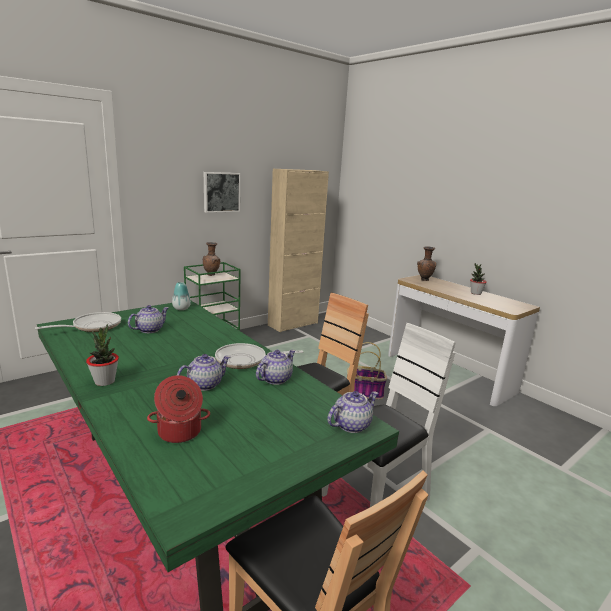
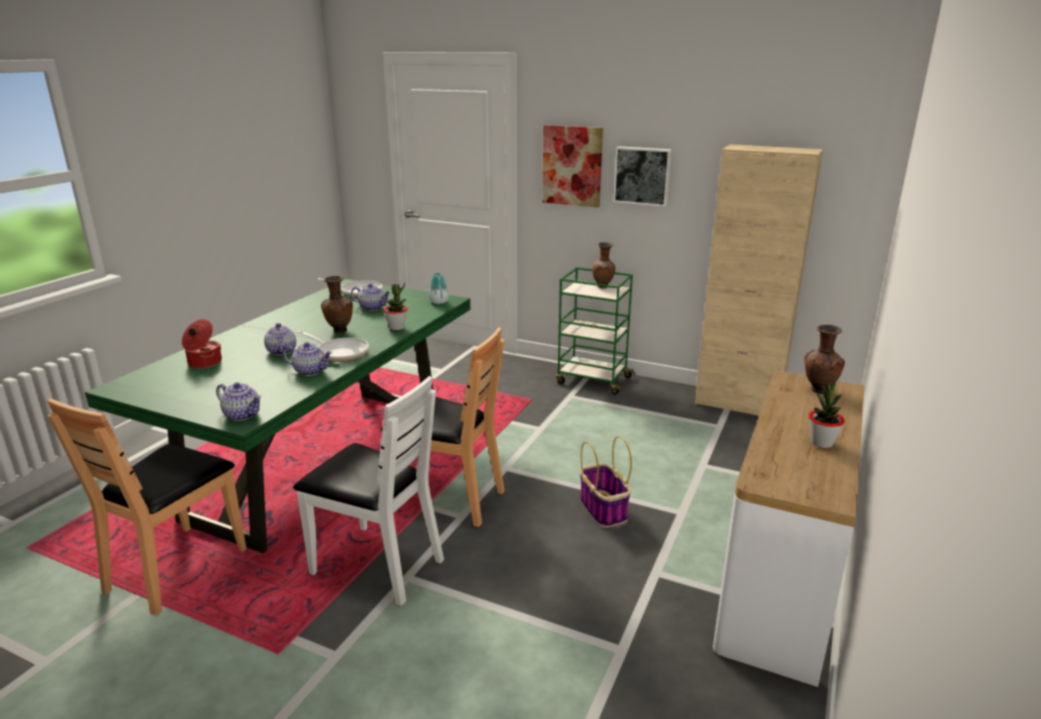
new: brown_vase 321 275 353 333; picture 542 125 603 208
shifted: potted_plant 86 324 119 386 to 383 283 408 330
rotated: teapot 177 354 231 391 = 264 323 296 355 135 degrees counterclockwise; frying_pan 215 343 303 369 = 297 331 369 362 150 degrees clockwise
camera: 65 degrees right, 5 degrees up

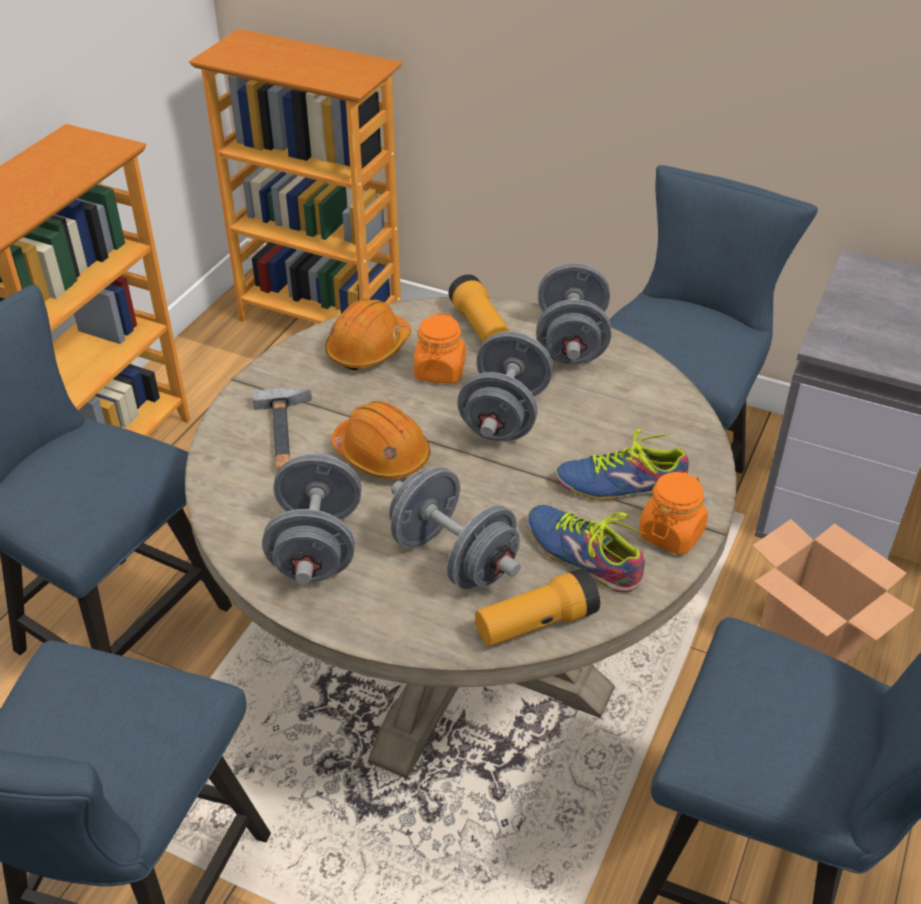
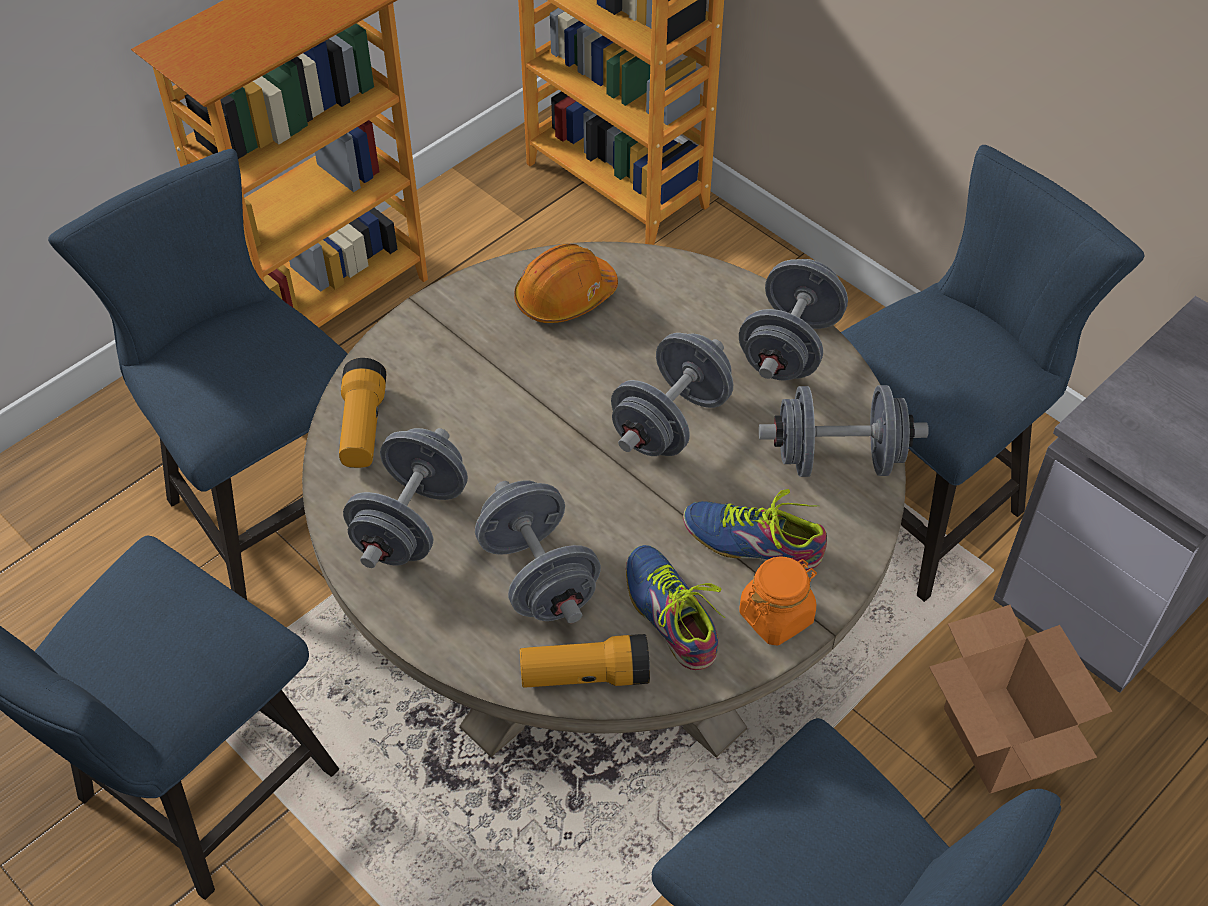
gone: hammer 252 388 312 471; orange_hard_hat 331 401 431 479; orange_jar 414 313 466 384
new: grey_dumbbell 759 385 929 477
shifted: flashlight 448 274 510 342 to 339 358 386 468
camera: 20 degrees right, 10 degrees up

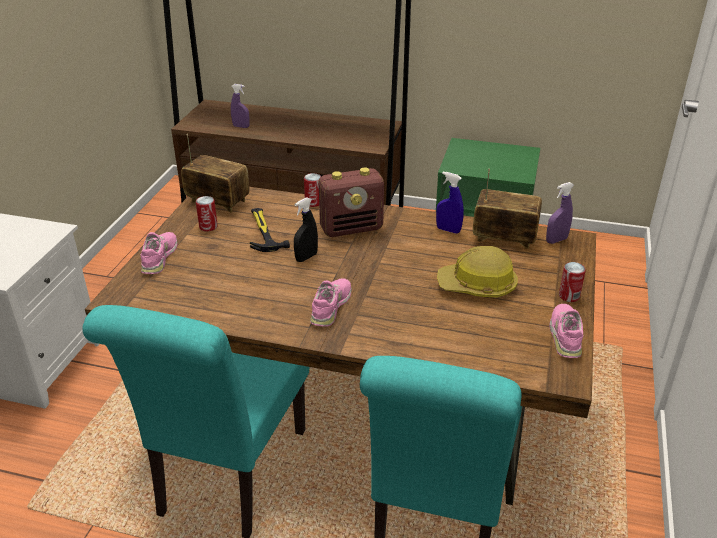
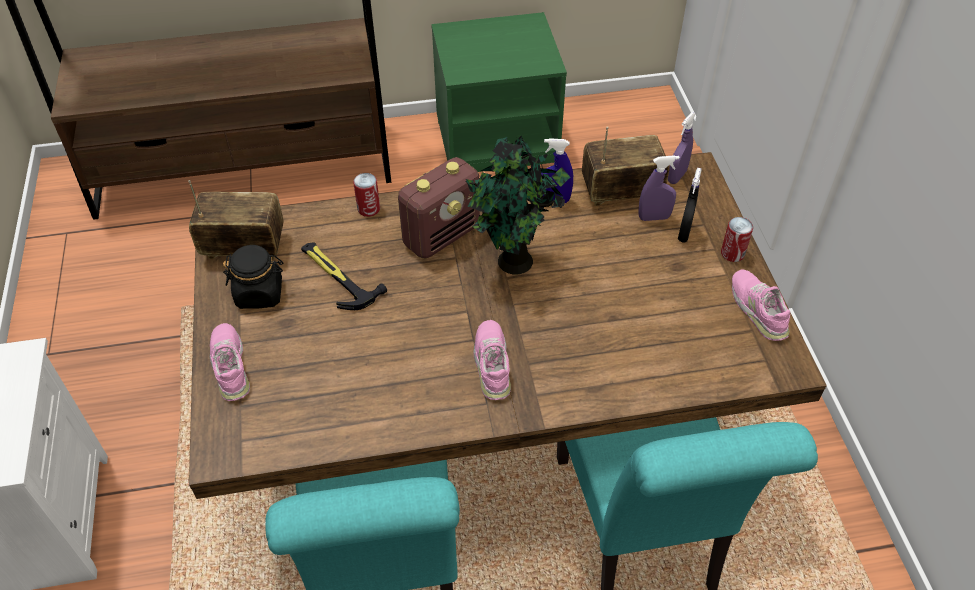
gone: hard_hat 437 246 518 297
new: potted_plant 466 135 570 274
shifted: purple_spray_bottle 231 84 250 128 to 639 155 680 221; black_spray_bottle 294 197 318 262 to 678 168 702 242
swapped: can 196 196 217 231 to black_jar 223 245 283 309
camera: 25 degrees left, 15 degrees up

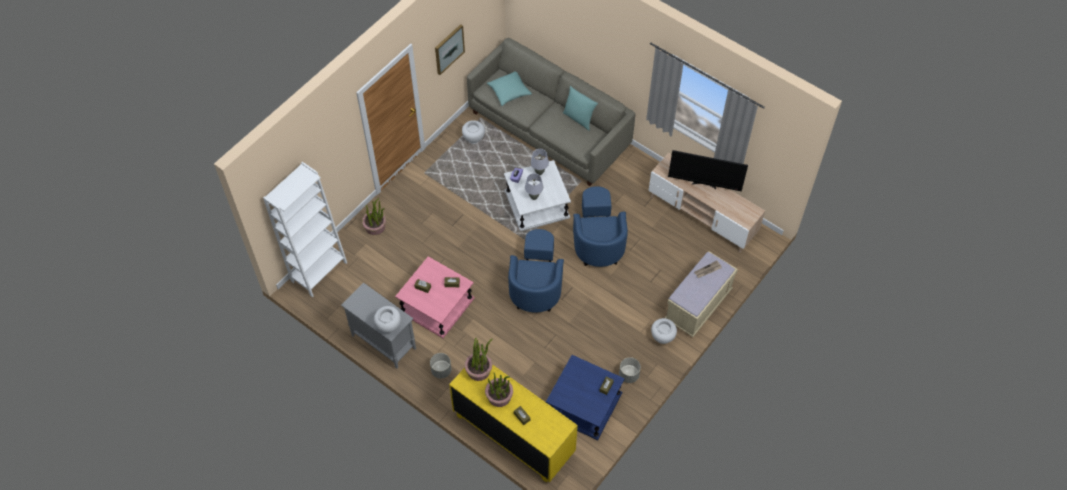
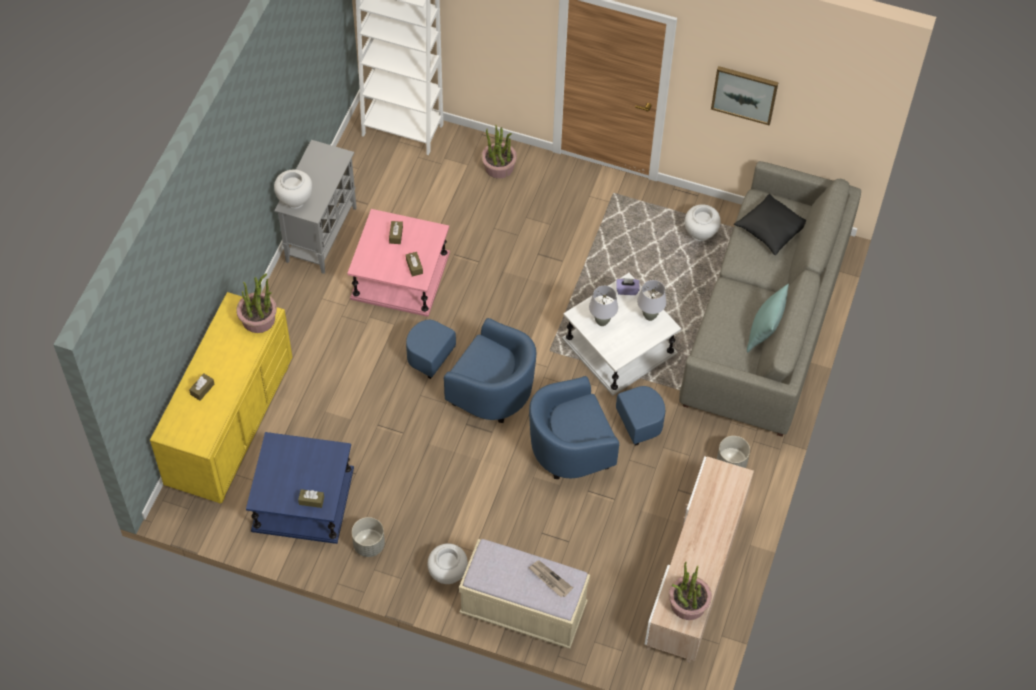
gone: television 668 150 748 192
shifted: grey_planter 430 353 451 379 to 717 436 750 468; potted_plant 485 372 513 407 to 669 562 712 620
repainted: turquoise_pillow 487 71 532 106 to black_pillow 734 194 806 255
rotated: blue_armchair 508 229 564 313 = 406 318 536 423 135 degrees counterclockwise
camera: 70 degrees right, 0 degrees up

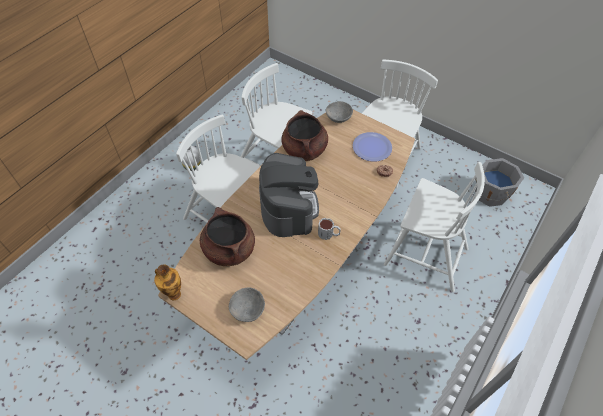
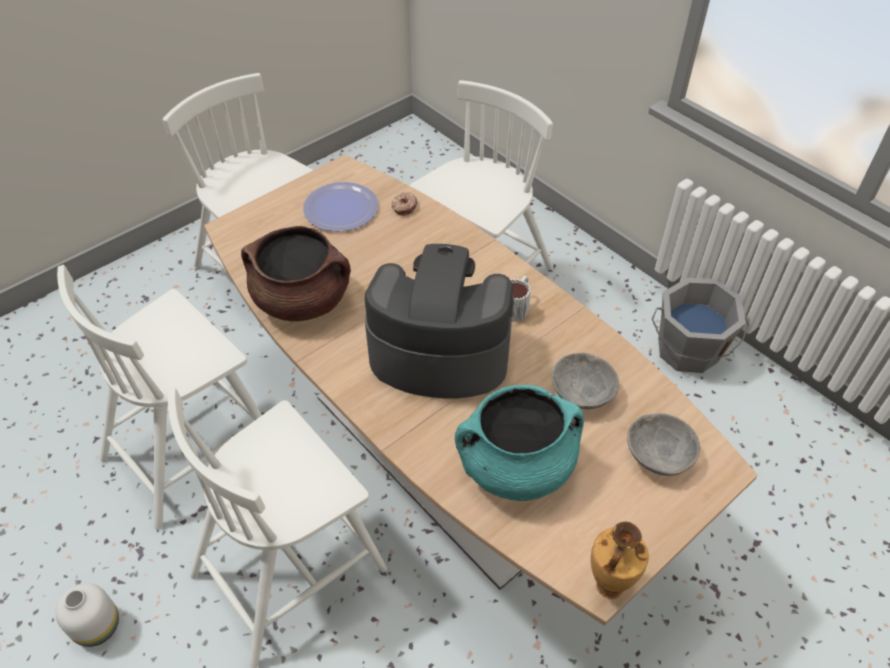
shifted: grey_bowl 326 101 353 123 to 552 353 619 409; grey_bucket 475 158 524 207 to 652 278 749 373
repainted: brown_cooking_pot 200 207 255 266 to turquoise_cooking_pot 455 385 584 501
camera: 75 degrees left, 5 degrees down

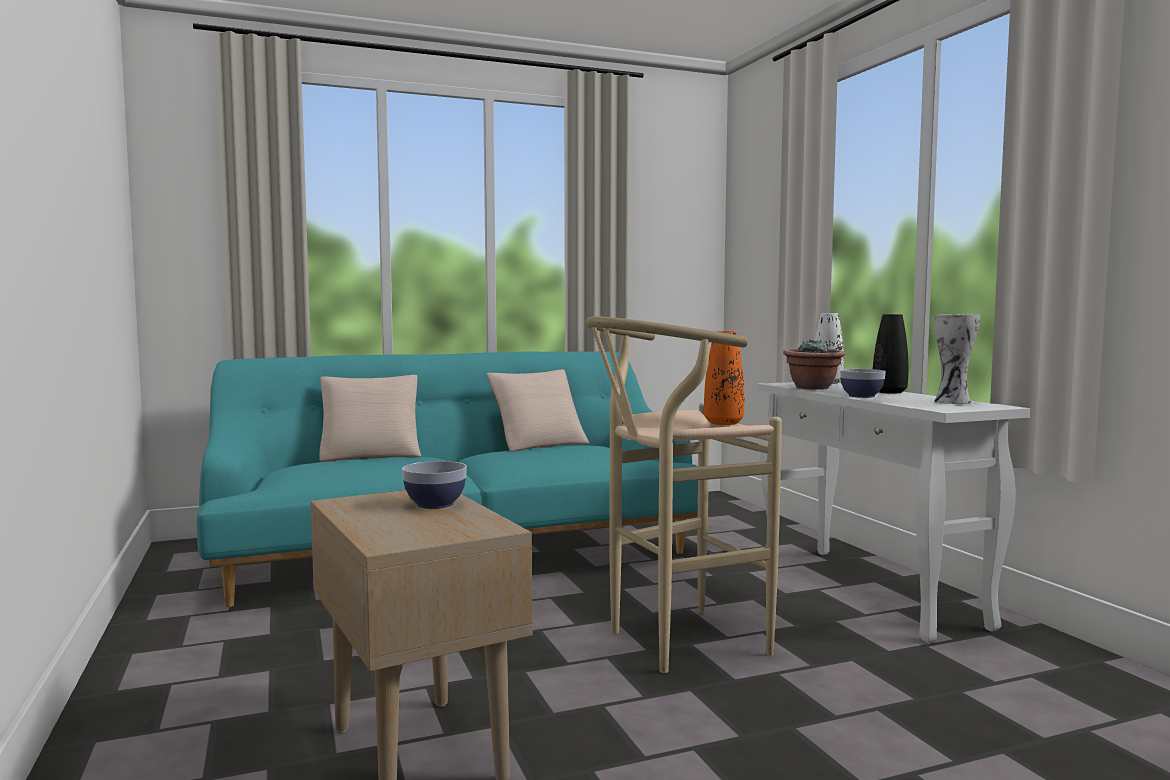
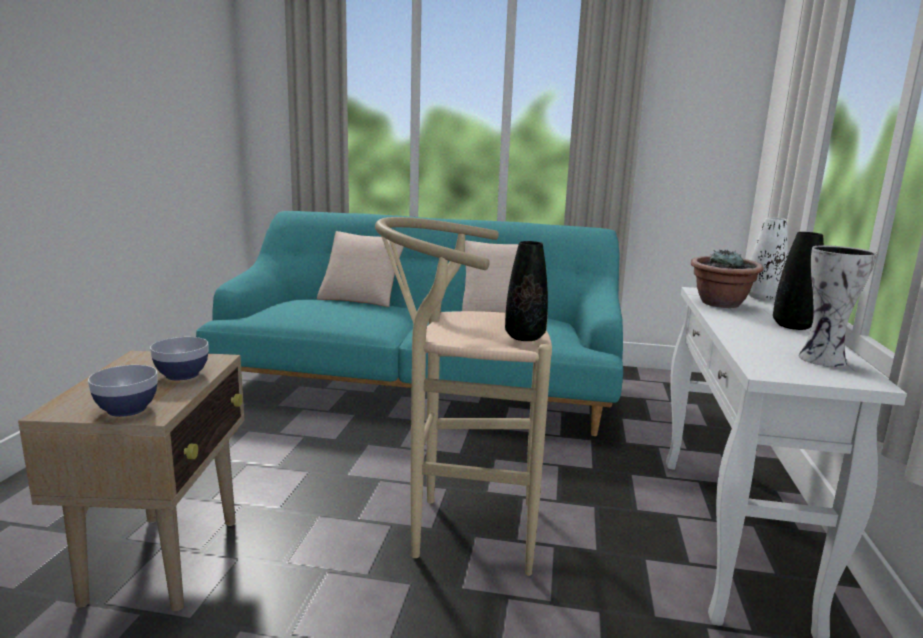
shifted: bowl 840 369 886 398 to 88 365 158 417
repainted: orange_vase 704 331 744 425 to black_vase 505 241 548 341
camera: 30 degrees right, 10 degrees up

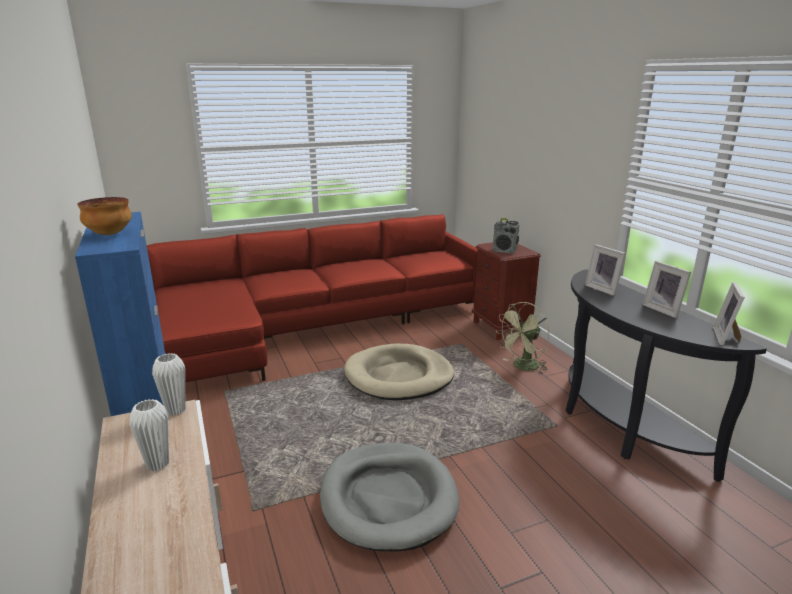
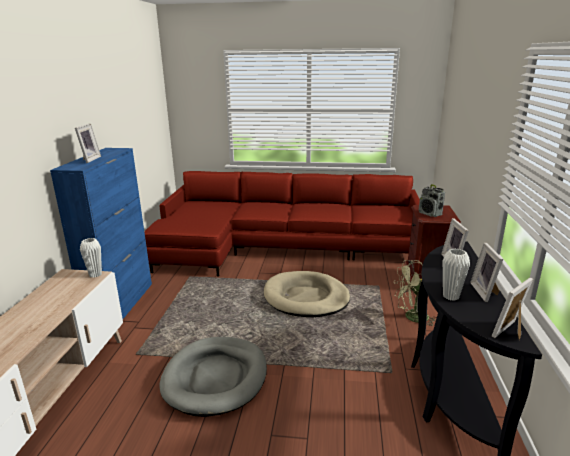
shifted: white_vase 129 399 169 471 to 443 249 470 301
swapped: bowl 77 197 132 235 to picture_frame 75 123 101 163
camera: 30 degrees right, 0 degrees up

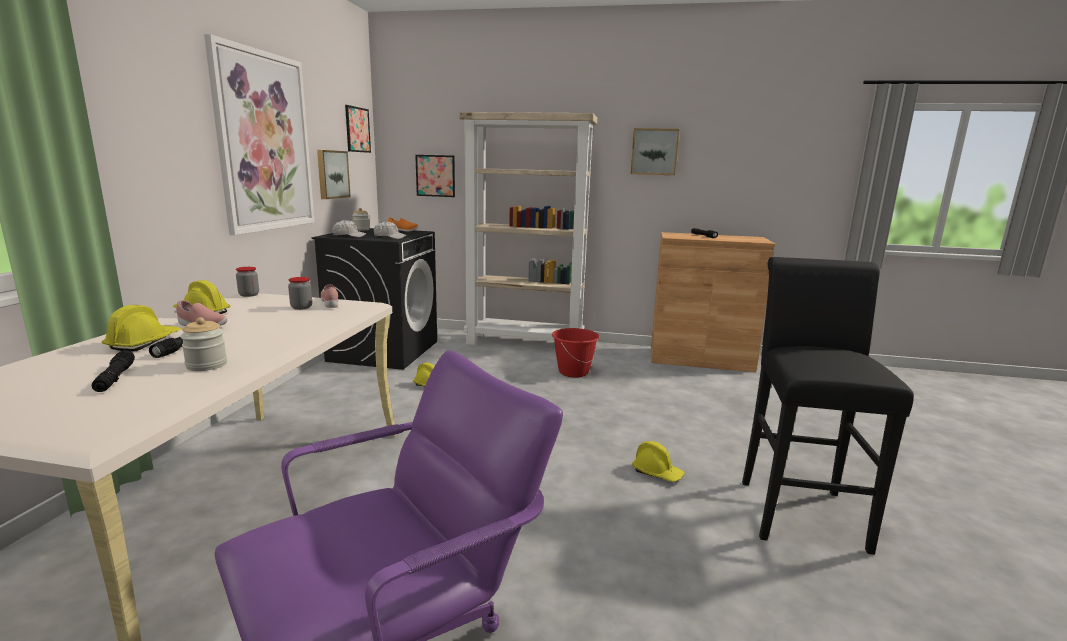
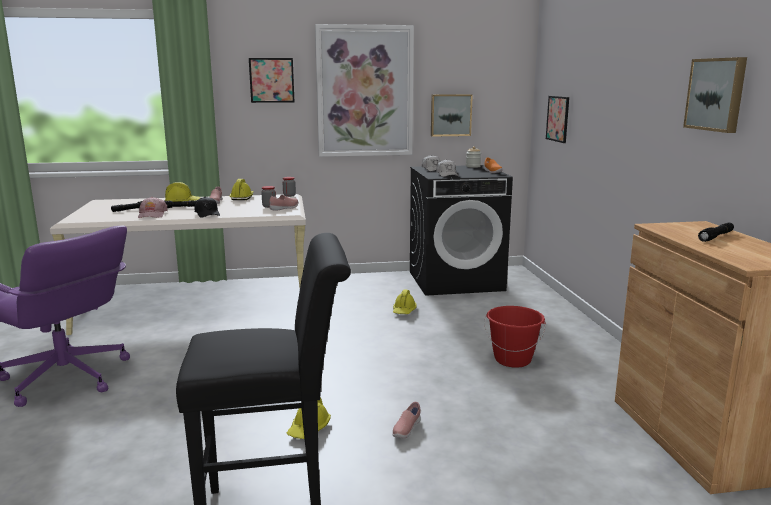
gone: beige_bookcase 460 112 597 345
new: black_cap 194 197 220 218; pink_shoe 392 402 421 438
shifted: picture 345 105 371 153 to 249 58 294 103
swapped: jar 180 317 227 371 to pink_cap 138 197 168 218
camera: 70 degrees right, 0 degrees up

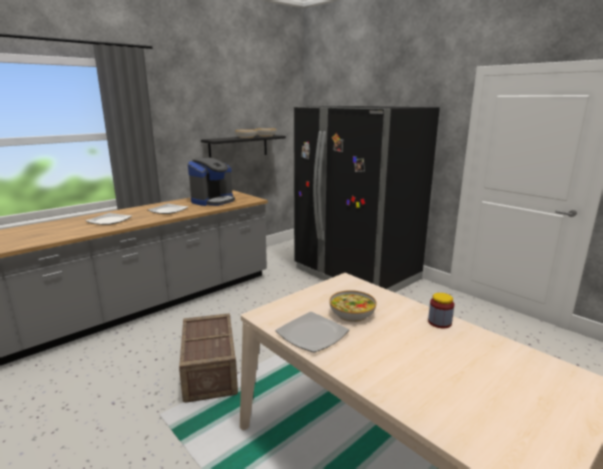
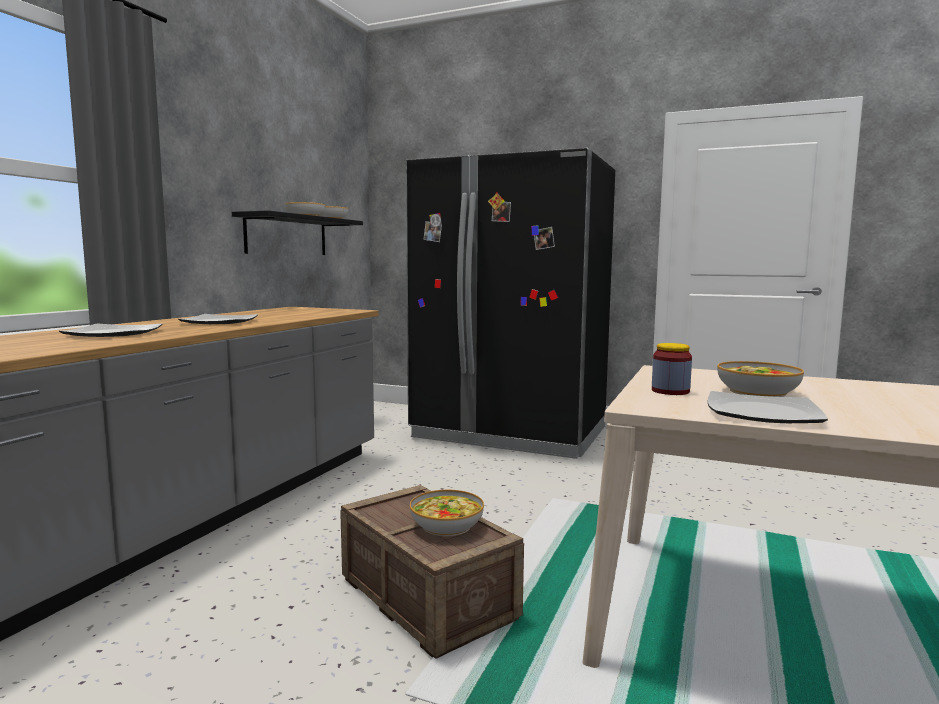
gone: coffee_machine 188 157 235 206
new: bowl 410 490 484 536
shifted: jar 428 293 454 328 to 652 343 692 395
camera: 25 degrees left, 10 degrees down

